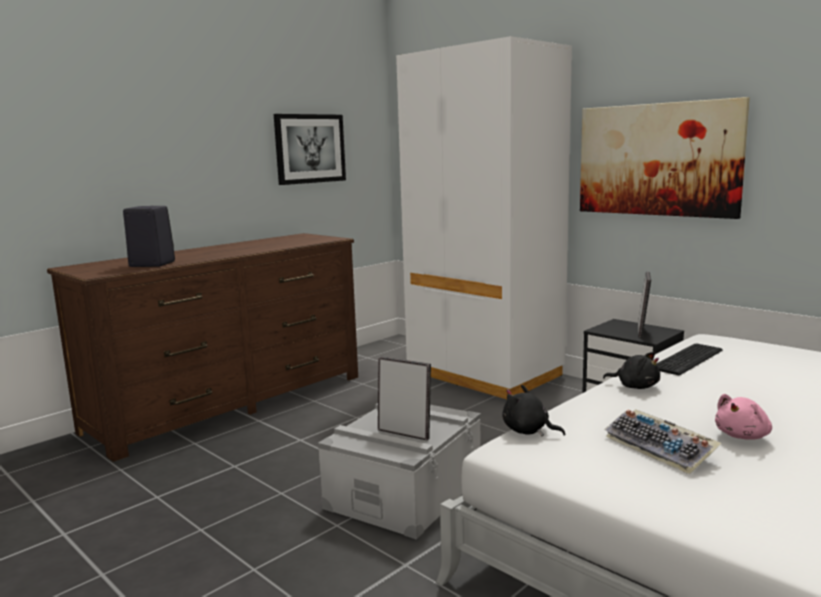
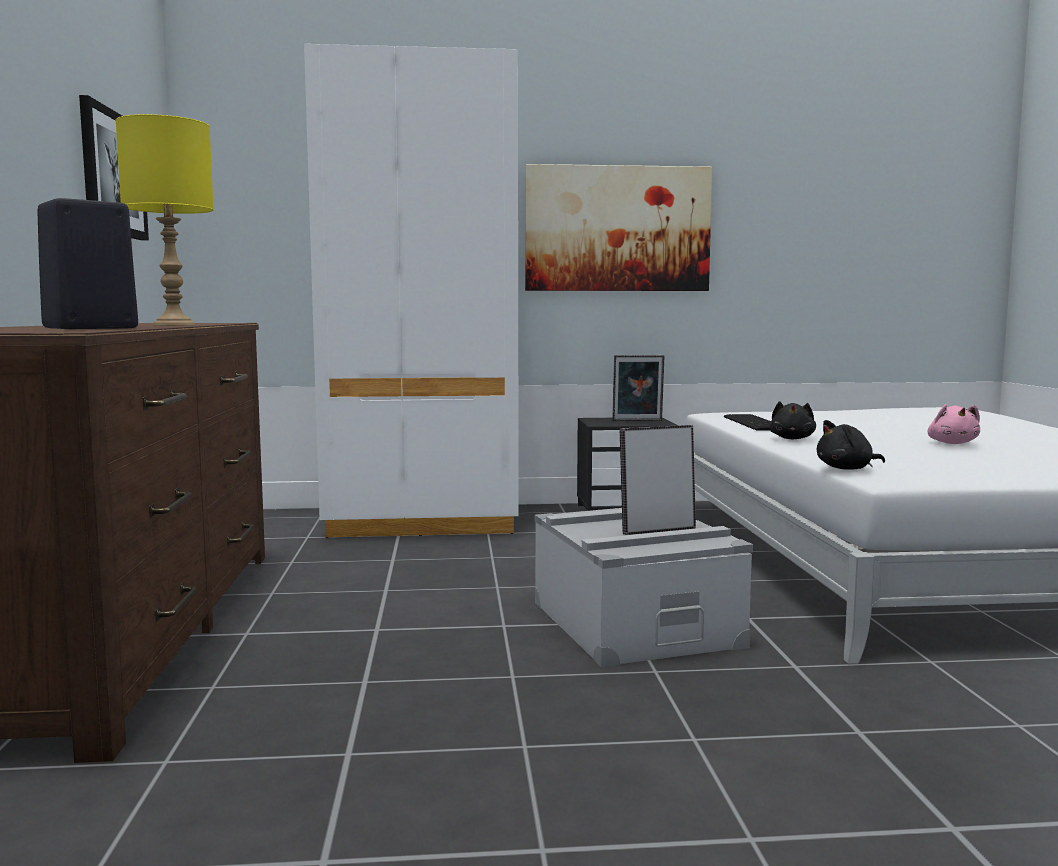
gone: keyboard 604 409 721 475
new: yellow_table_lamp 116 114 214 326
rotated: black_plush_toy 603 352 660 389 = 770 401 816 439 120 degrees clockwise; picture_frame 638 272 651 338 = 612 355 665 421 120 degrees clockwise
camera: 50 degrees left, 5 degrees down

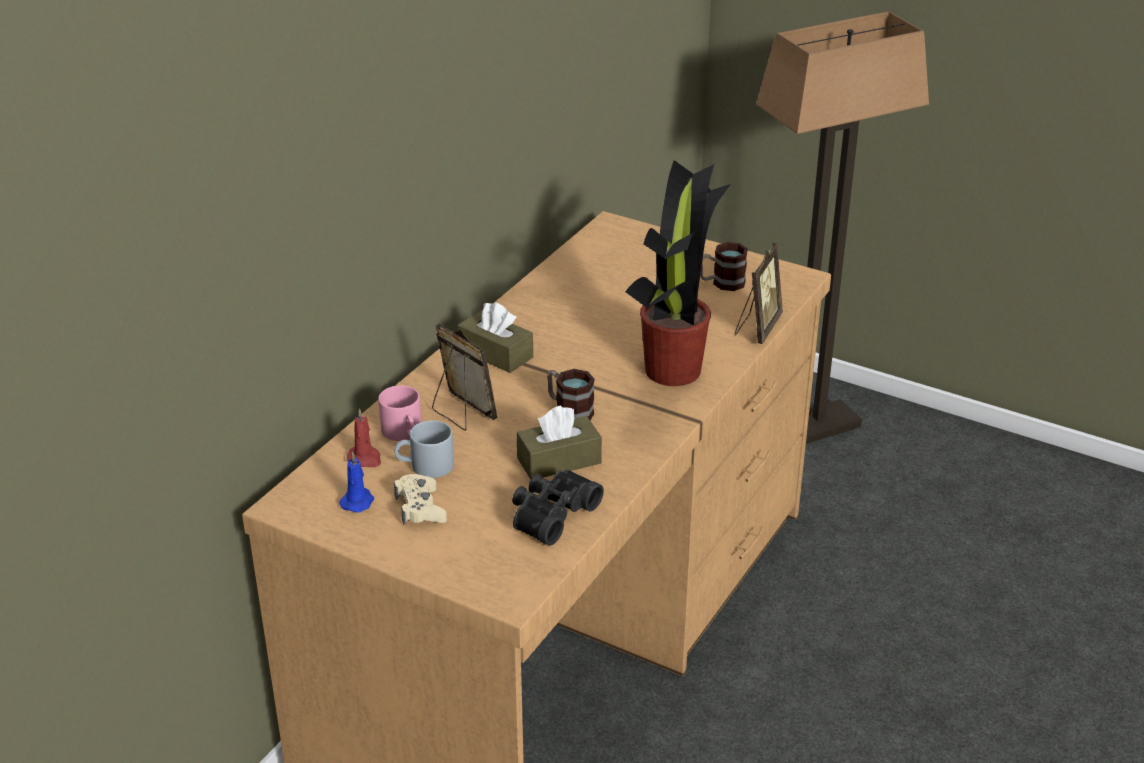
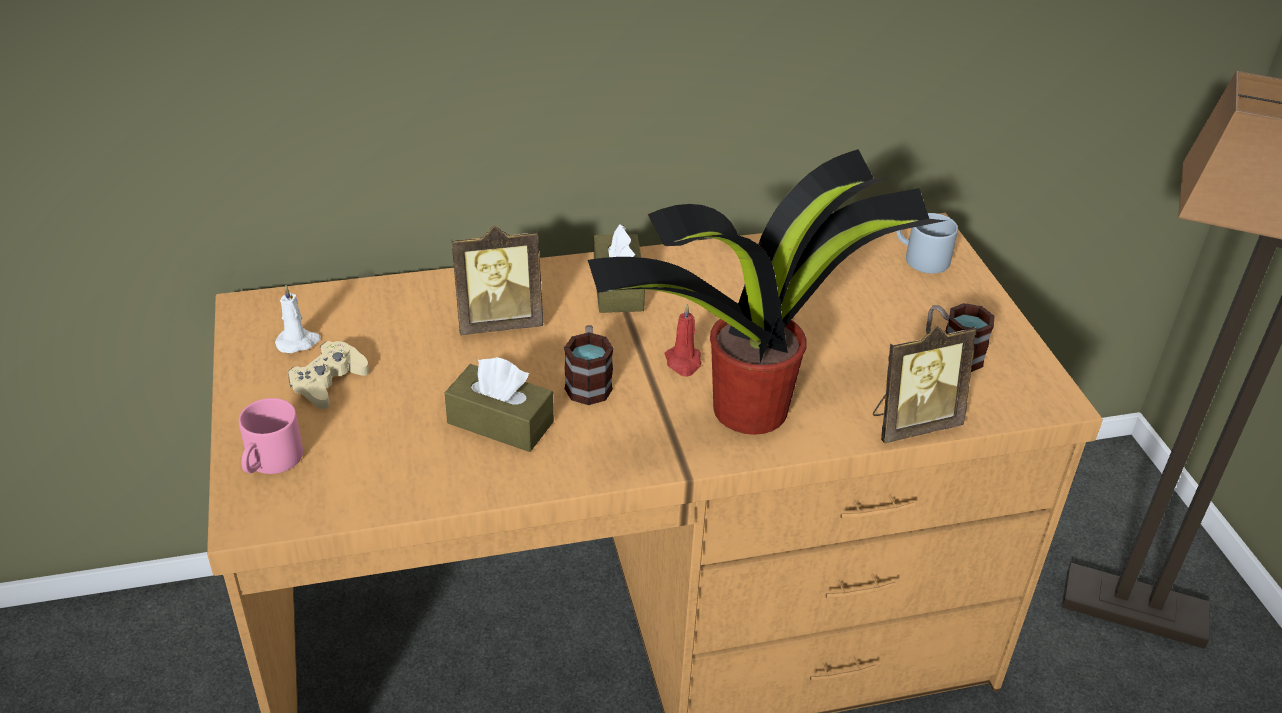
gone: black_binoculars 512 469 604 546
shifted: red_candle 346 408 381 467 to 665 304 701 377; pink_mug 378 385 422 441 to 239 398 303 474; grey_mug 394 420 454 478 to 896 213 958 274
repainted: blue_candle 339 452 374 513 to white_candle 275 285 321 353
rotated: picture_frame 432 324 498 431 = 452 226 543 335 75 degrees clockwise
camera: 45 degrees right, 5 degrees up

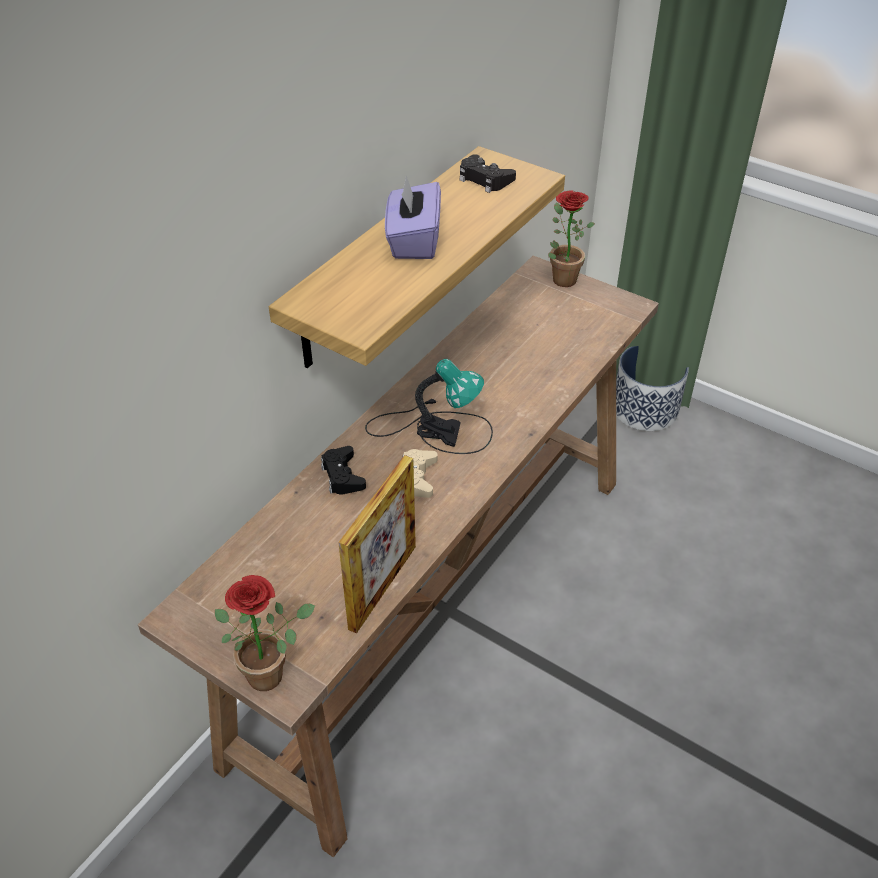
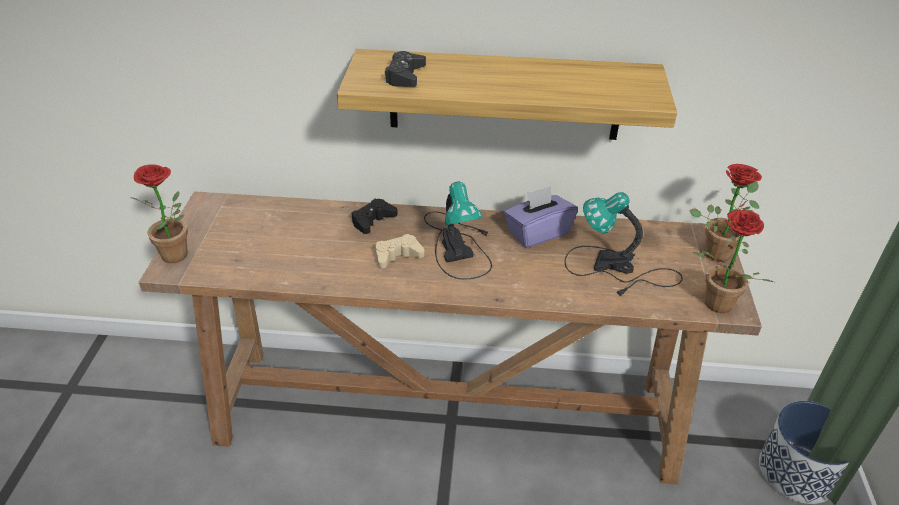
gone: picture_frame 338 455 416 634
new: table_lamp 565 192 683 297; potted_plant 693 210 773 313
shifted: purple_tissue_box 385 176 441 259 to 504 186 578 248; black_game_controller 460 154 516 193 to 384 51 426 87
camera: 60 degrees right, 5 degrees down

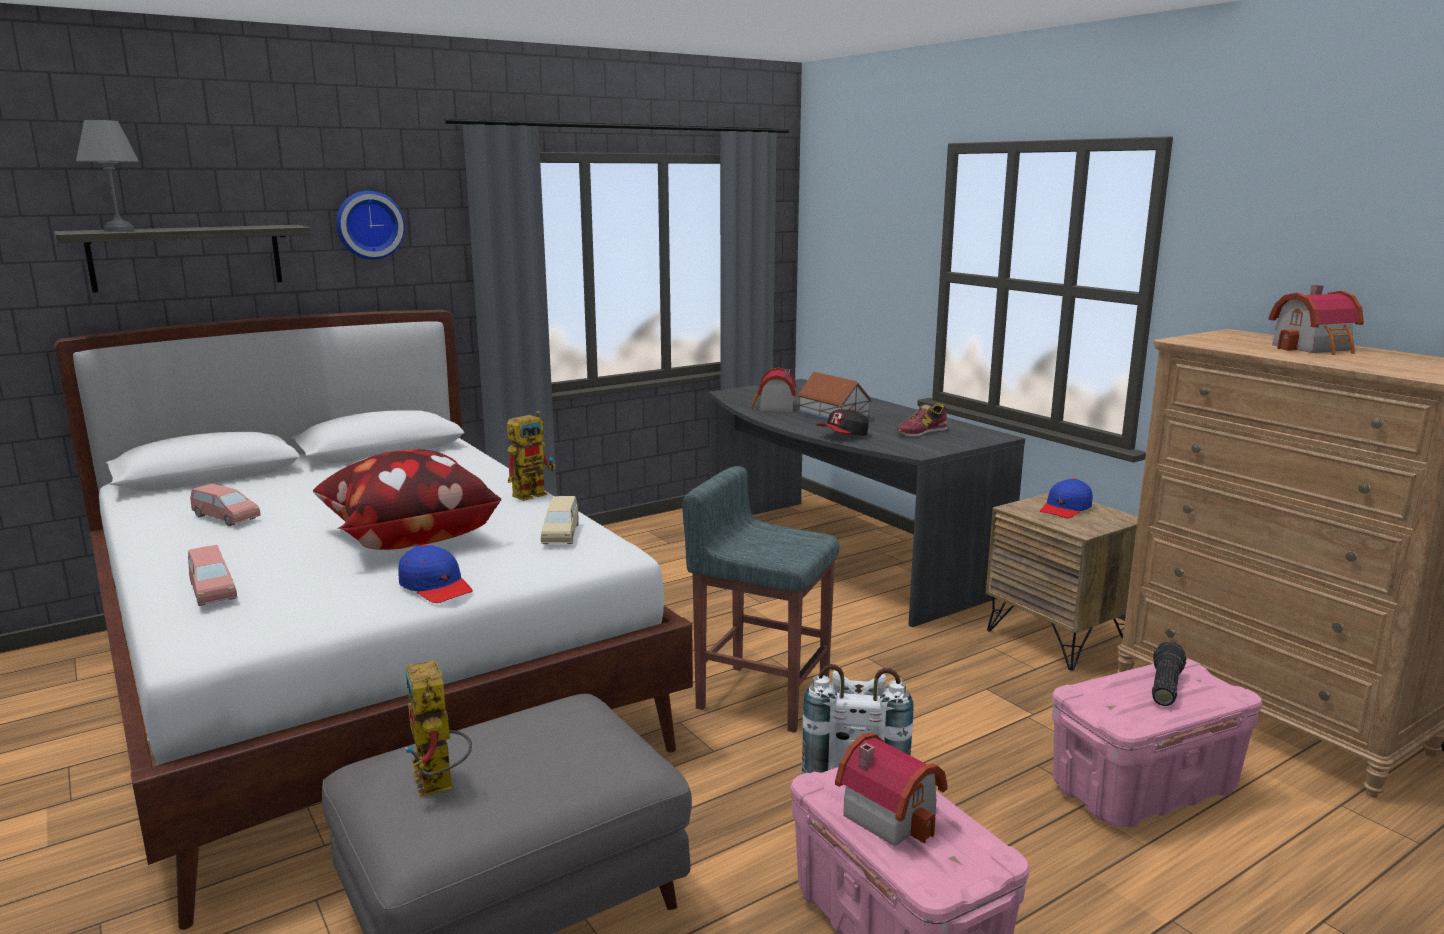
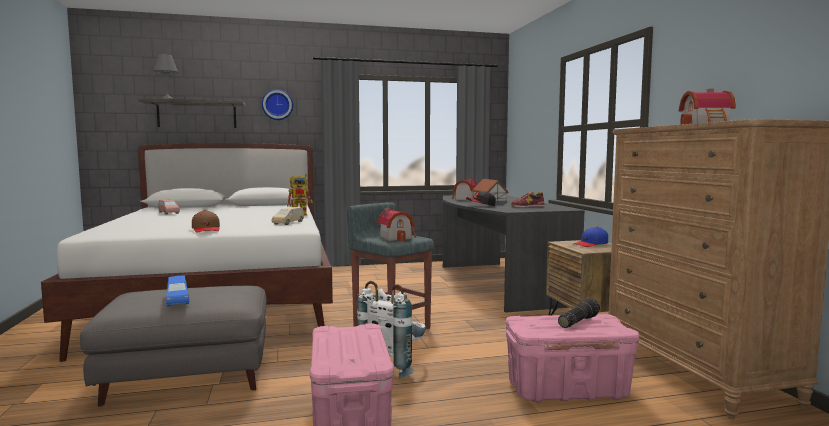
gone: pink_toy_car 188 545 237 606; pillow 313 449 501 550; toy_robot 405 660 472 797
new: blue_toy_car 166 275 189 306
shifted: toy_house 835 733 948 846 to 377 207 416 241
repainted: blue_cap 398 544 473 603 to brown_cap 192 210 220 233
camera: 20 degrees right, 10 degrees down

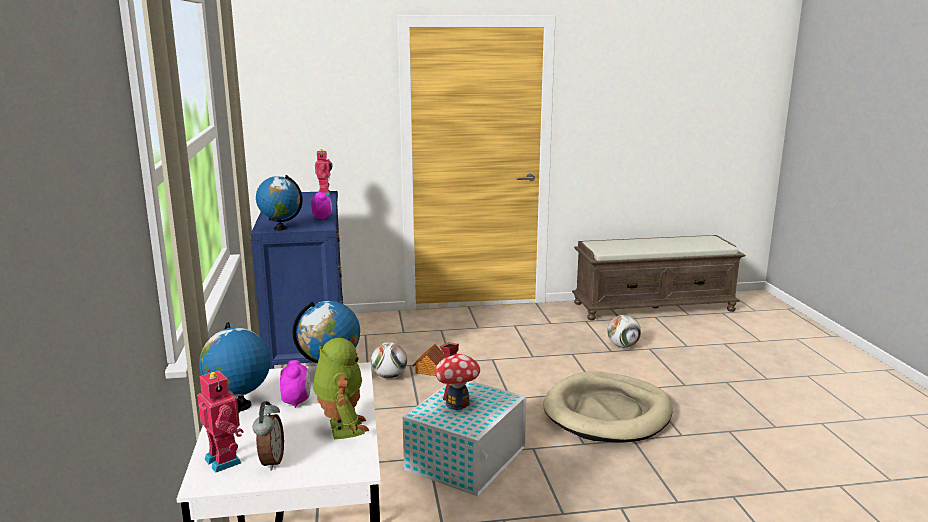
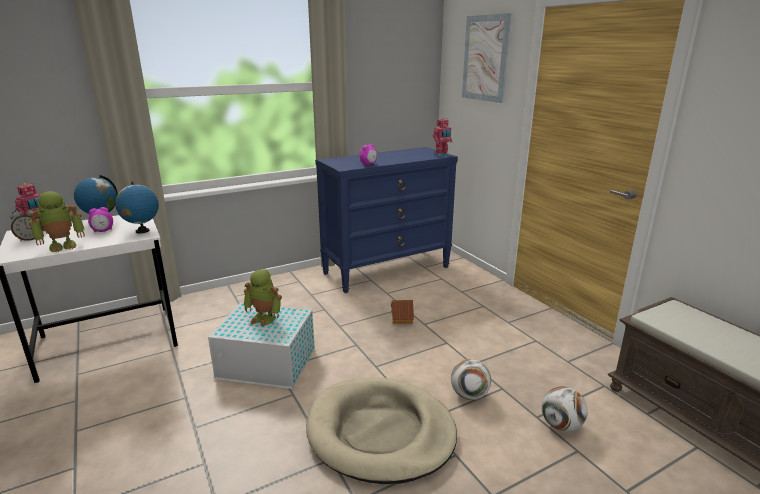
gone: globe 256 175 303 231
new: picture 462 13 512 103
shifted: football 371 342 407 379 to 451 359 491 400
swapped: toy_house 435 342 480 410 to toy_robot 243 269 282 327
camera: 70 degrees right, 5 degrees up

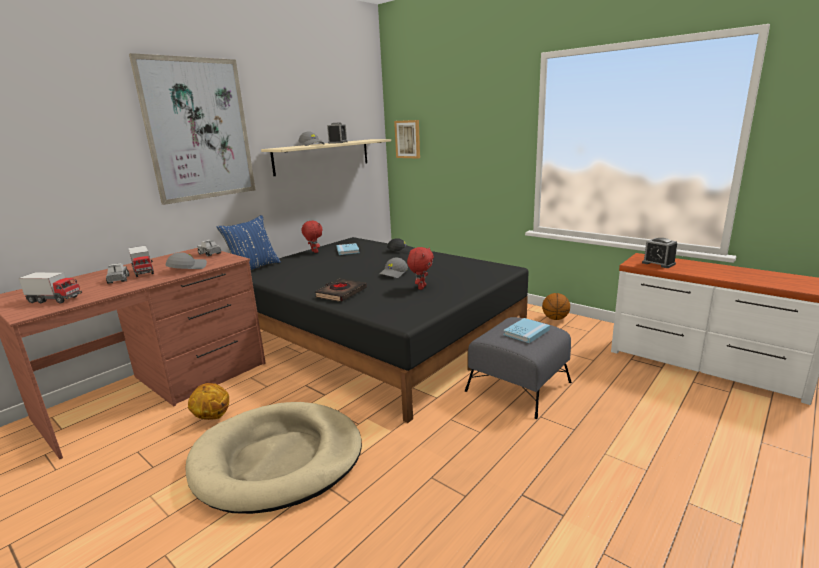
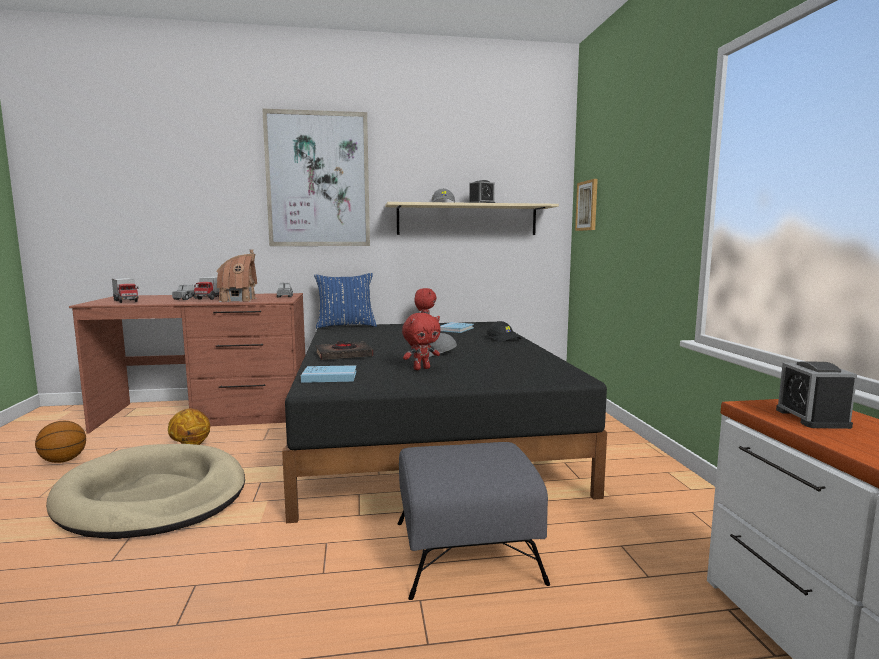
shifted: blue_book 503 318 550 343 to 301 365 357 383; basketball 542 293 570 320 to 35 421 86 463
swapped: grey_cap 165 252 207 269 to toy_house 216 249 257 302
camera: 40 degrees right, 10 degrees down

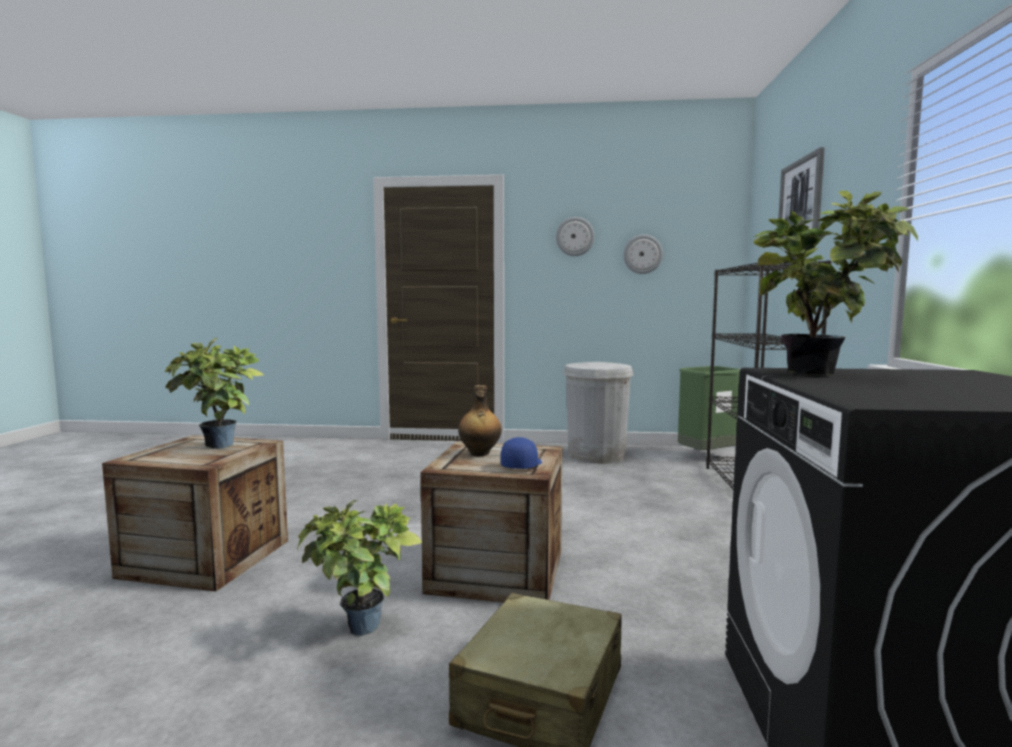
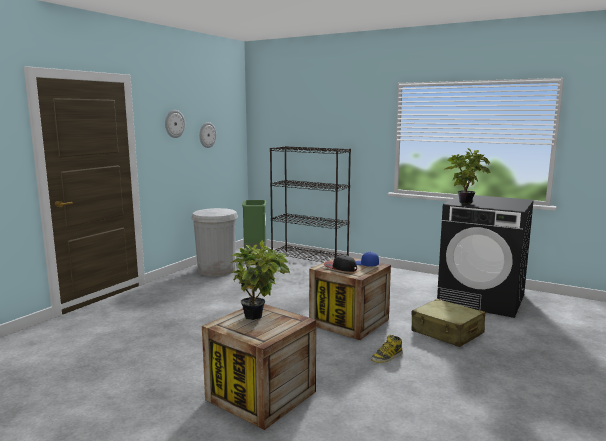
gone: picture 778 147 825 239
swapped: potted_plant 297 500 422 636 to boot 371 335 403 363; bottle 458 385 502 457 to cap 324 255 357 272
camera: 65 degrees left, 5 degrees up

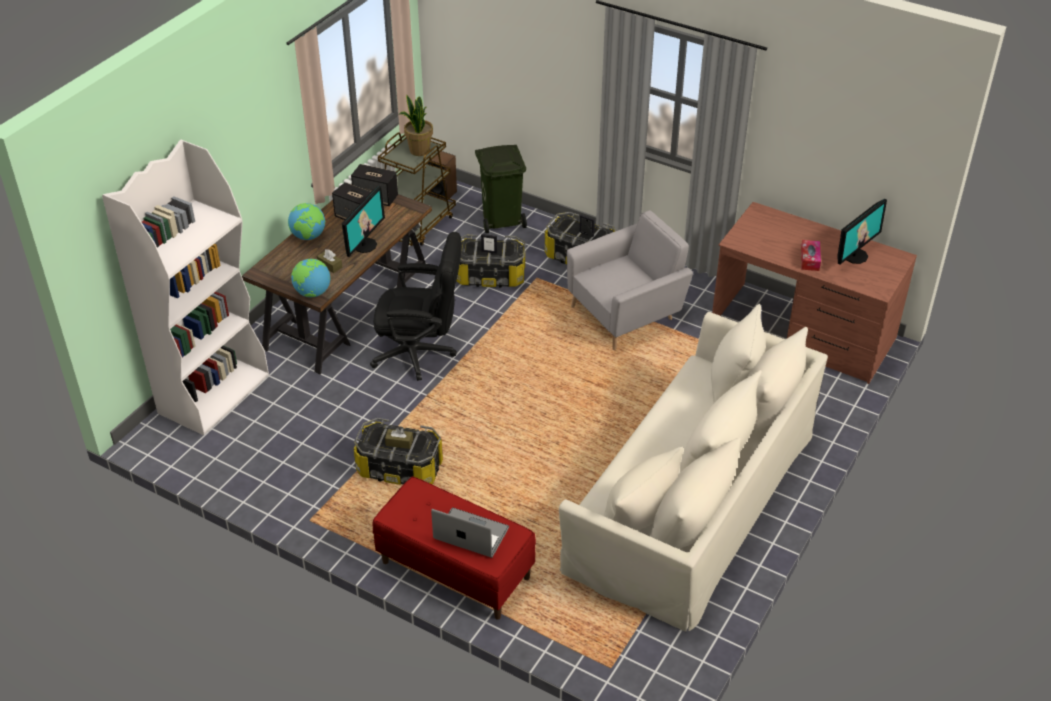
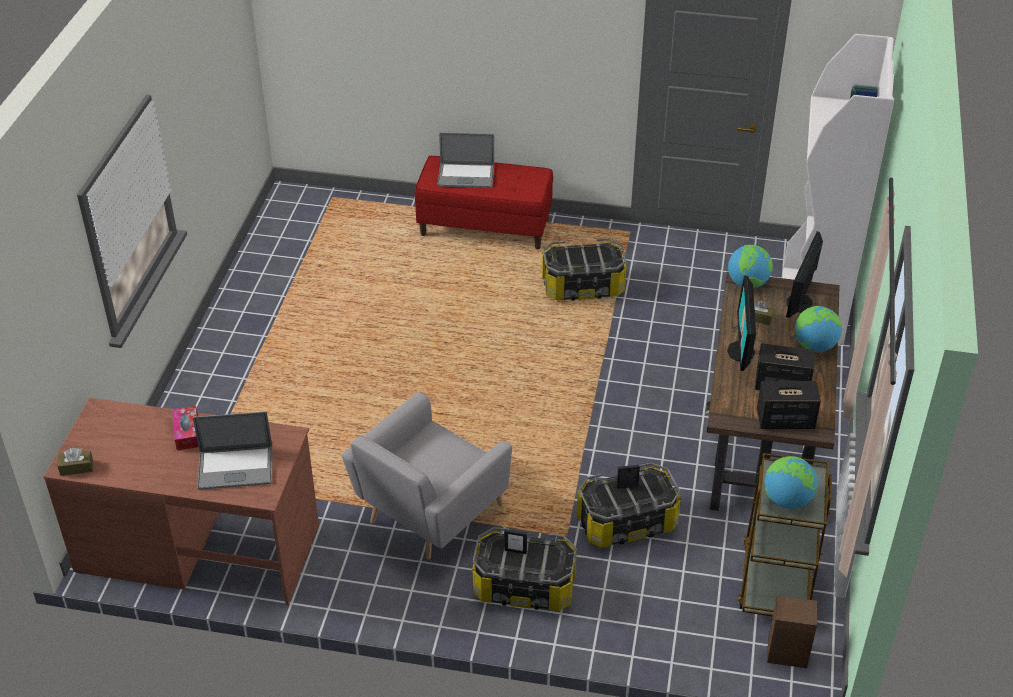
gone: black_office_chair 370 232 461 381; green_trash_can 475 145 527 233; beige_sofa 559 304 828 632
new: laptop 193 411 272 490
shifted: brown_tissue_box 385 428 413 449 to 57 448 93 476; monitor 838 199 887 264 to 786 231 823 318
swapped: potted_plant 399 95 433 156 to globe 764 456 818 509
camera: 160 degrees right, 0 degrees up

